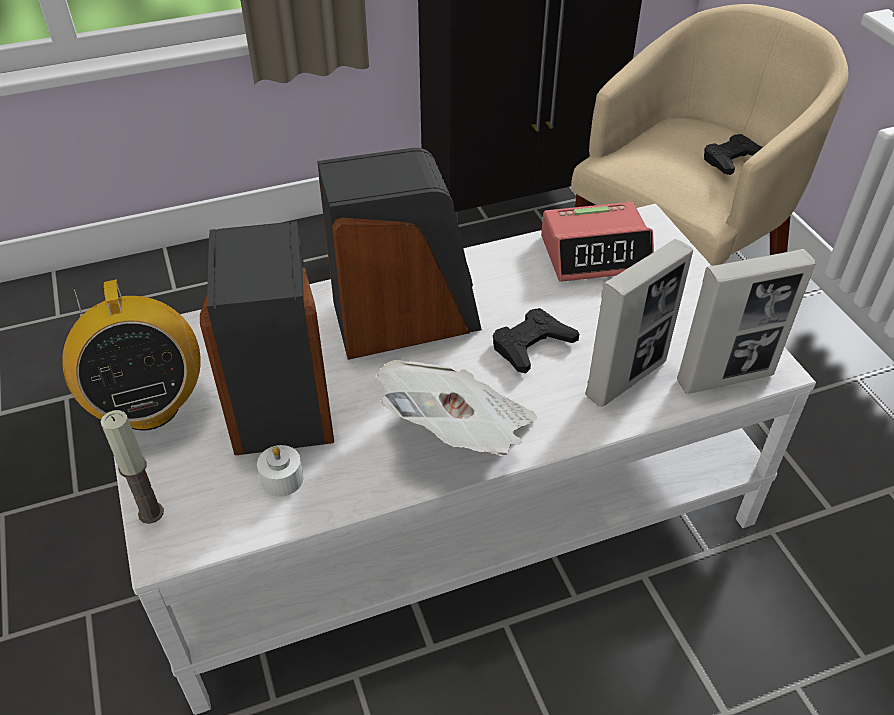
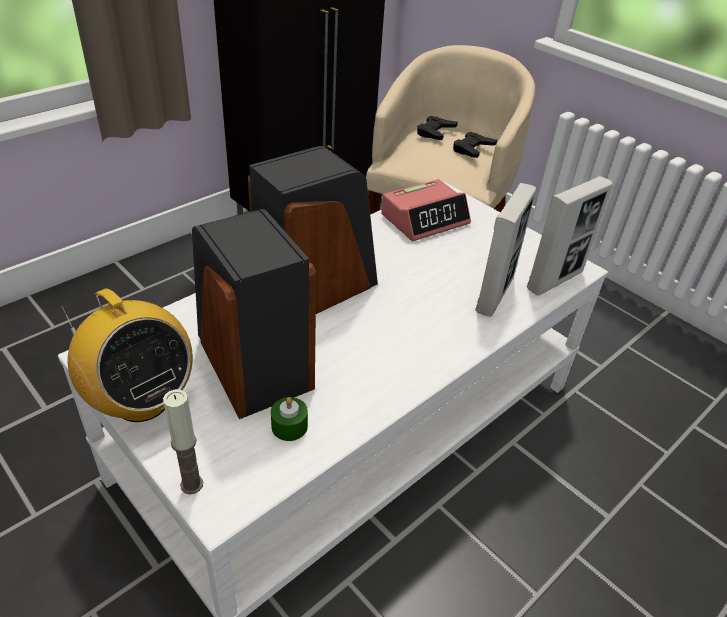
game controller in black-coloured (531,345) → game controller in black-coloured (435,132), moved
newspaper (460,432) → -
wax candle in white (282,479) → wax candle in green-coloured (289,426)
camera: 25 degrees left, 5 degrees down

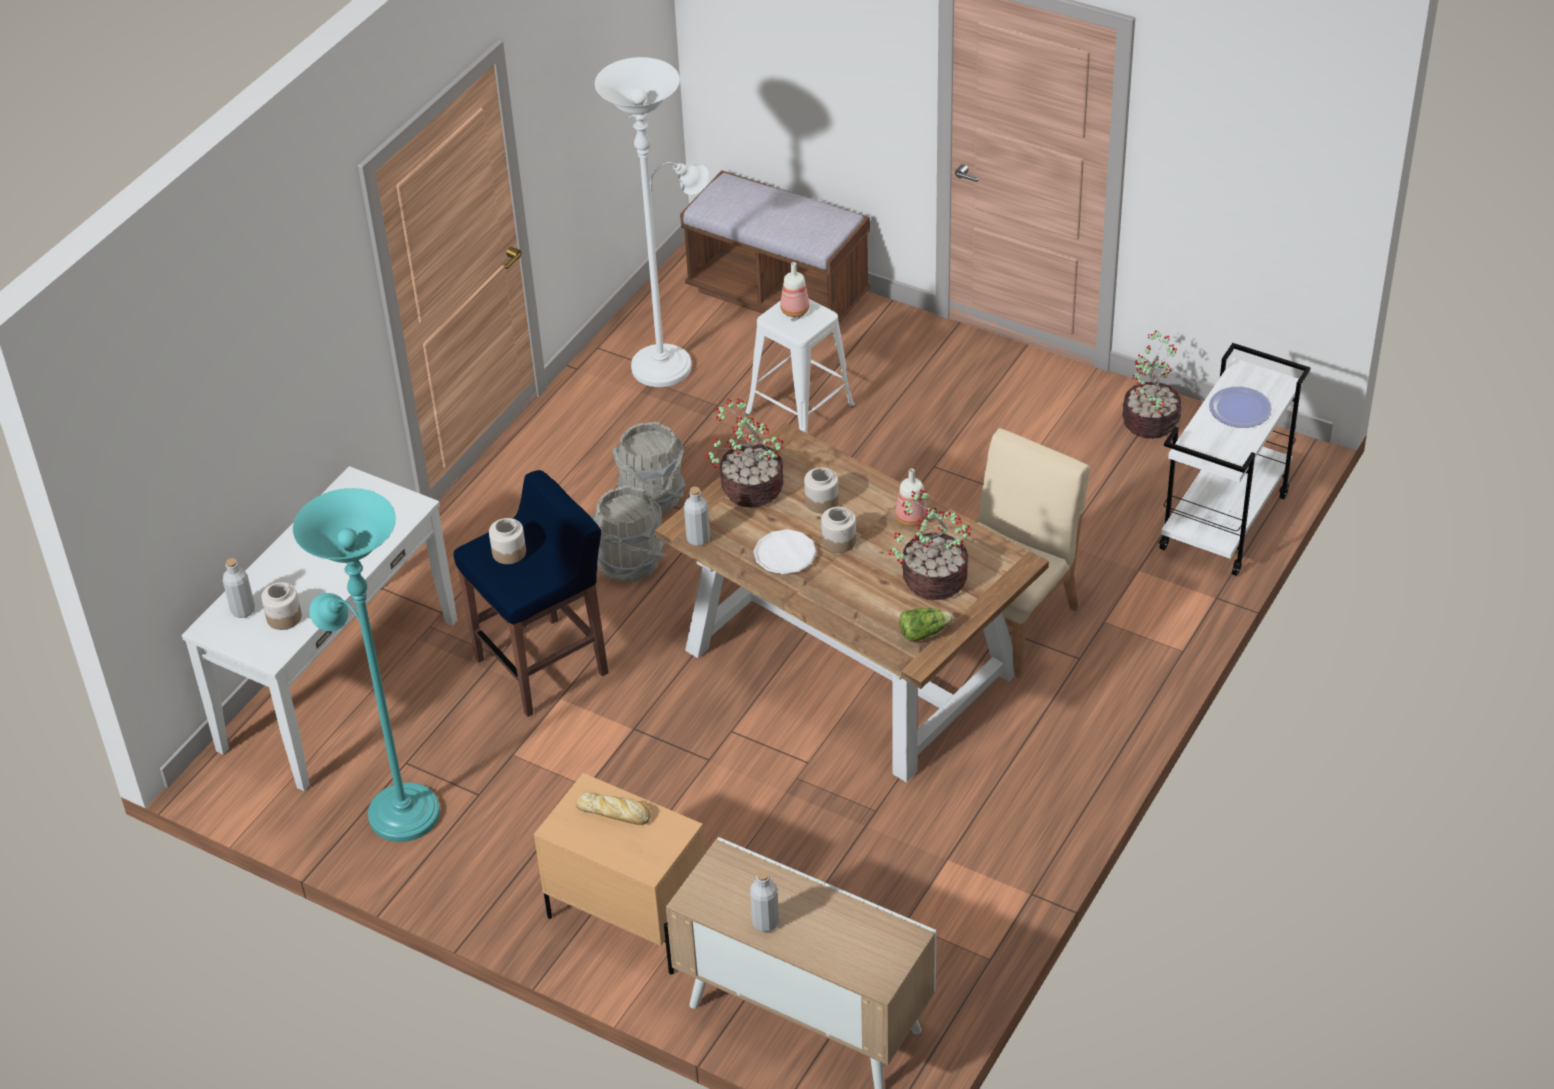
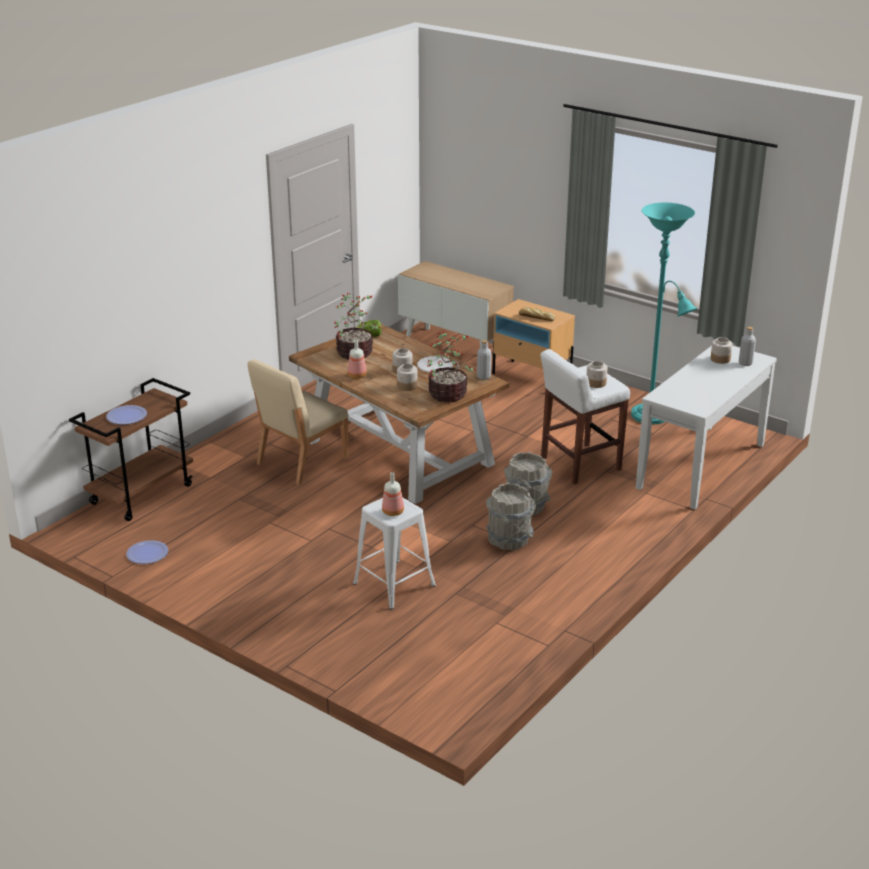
floor lamp in white (667,363) → -
bench in brown-coloured (778,294) → -
plant in a pot (1150,421) → flat dish (147,553)
cart in white (1224,524) → cart in brown-coloured (142,494)
stool seat in blue (544,666) → stool seat in white (579,464)
drink bottle in greyish (765,922) → -
camera: 175 degrees left, 15 degrees down

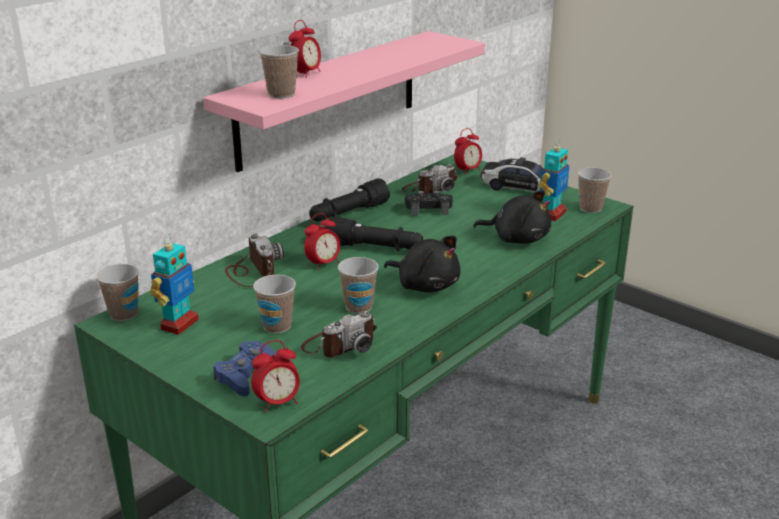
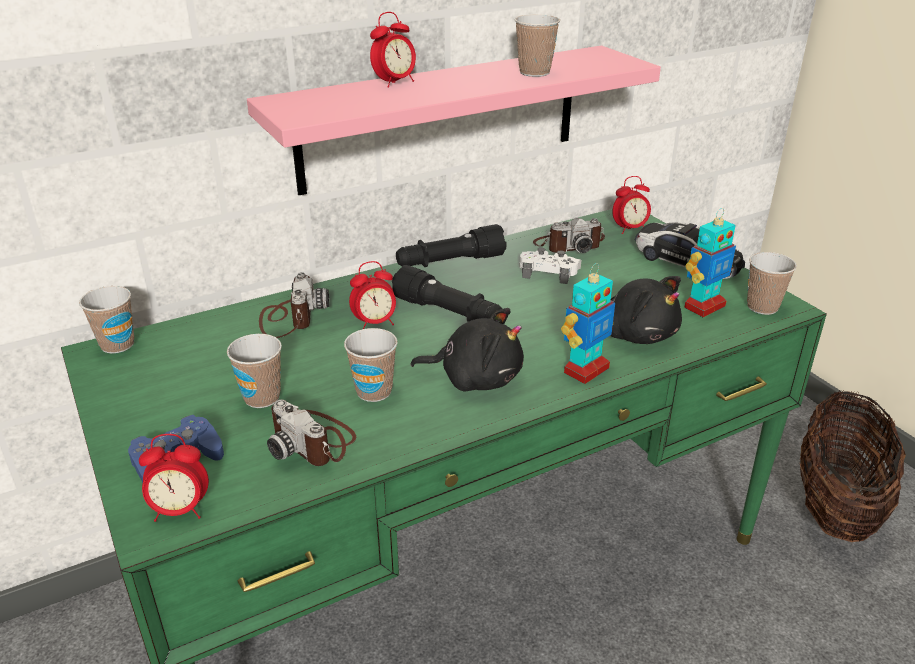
drinking cup (281,94) → drinking cup (534,72), moved
game controller in black-coloured (428,209) → game controller in white (549,272)
toy robot (179,324) → toy robot (585,370), moved
soft toy in black-coloured (425,285) → soft toy in black-coloured (475,378), 45 degrees counterclockwise
still camera (339,344) → still camera (313,441), 60 degrees clockwise
- → household basket (835,505)
camera: 20 degrees right, 5 degrees up

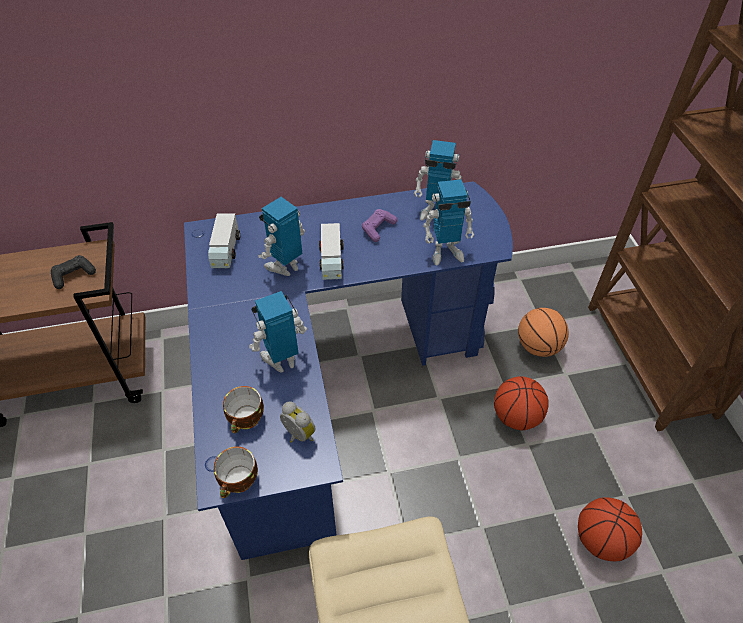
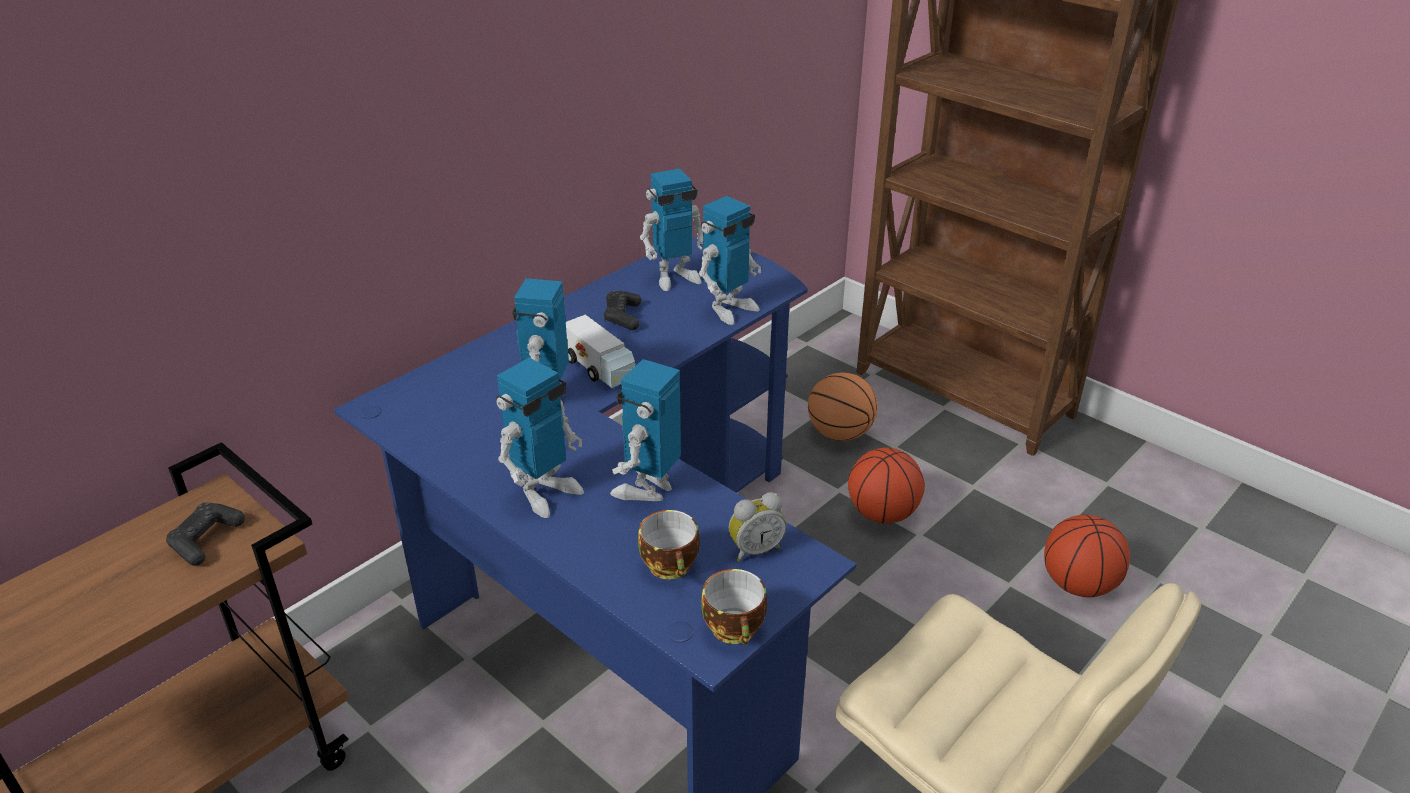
game controller in purple-coloured (378,229) → game controller in black-coloured (623,317)
model truck (225,250) → -
bedside clock (297,435) → bedside clock (755,549), 150 degrees clockwise
- → toy robot (545,492)
camera: 35 degrees left, 15 degrees down

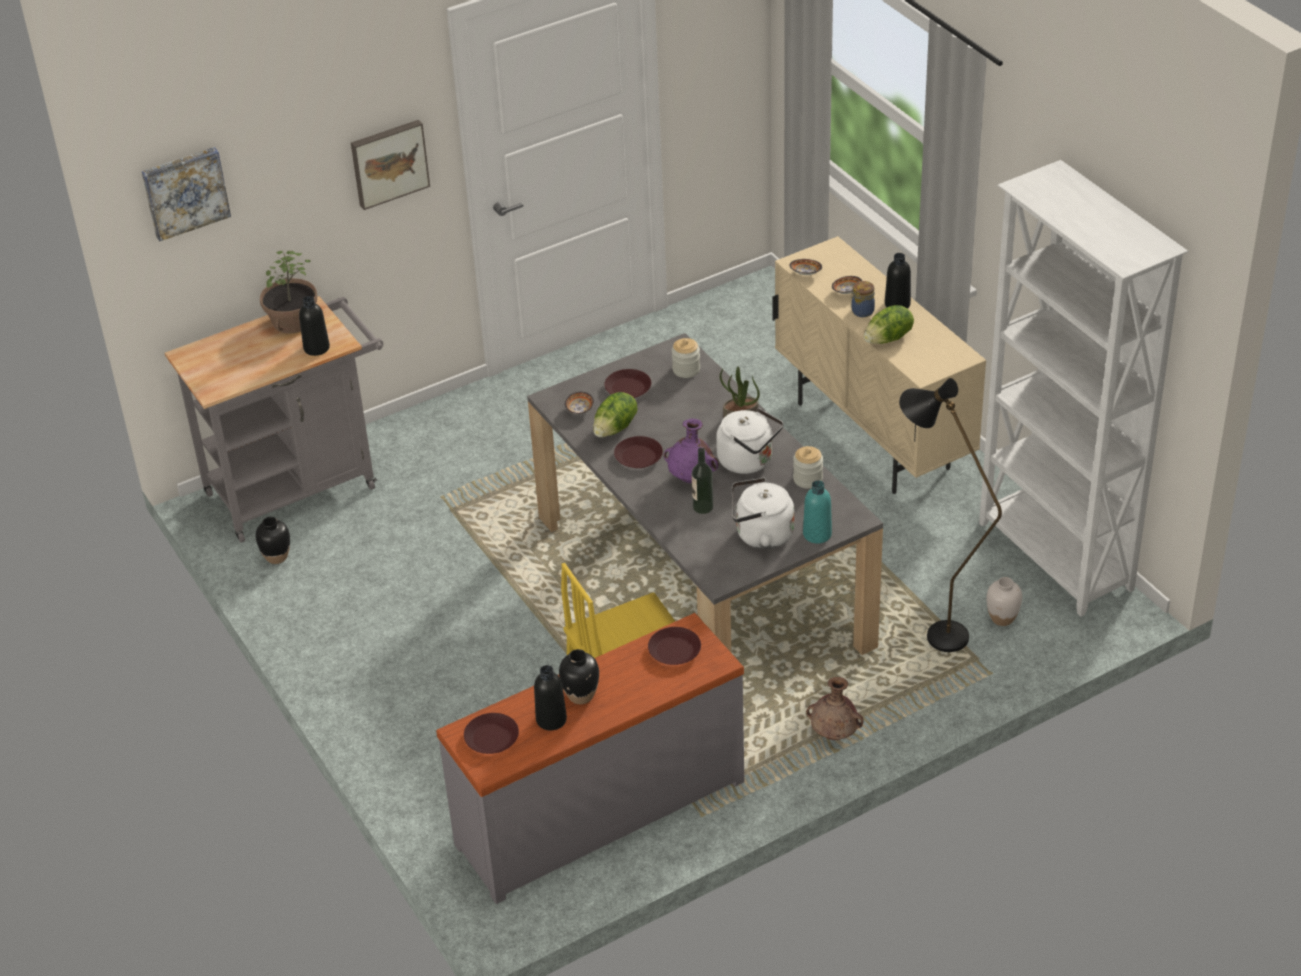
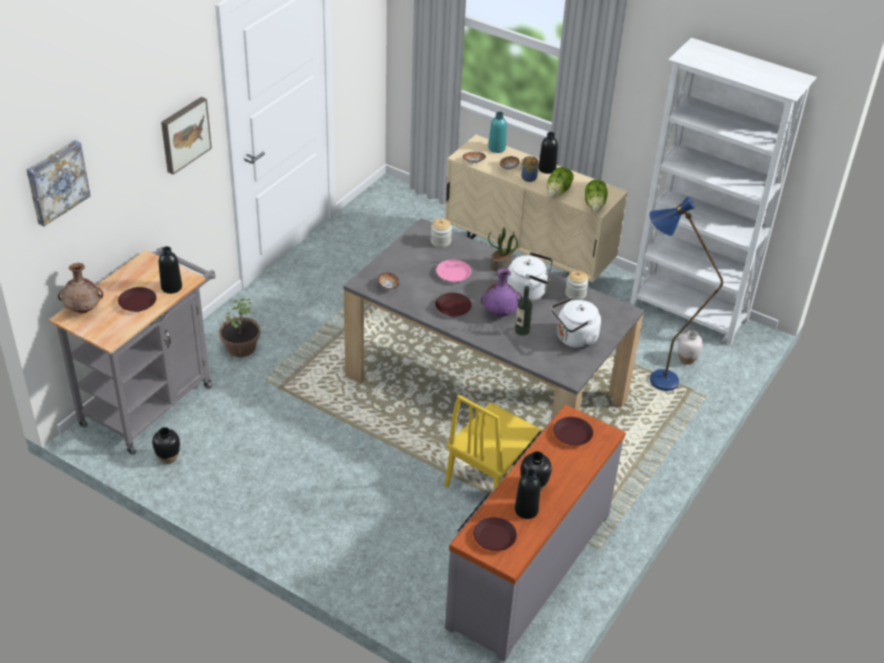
plant in a pot (292,321) → plant in a pot (240,347), moved
flat dish in brown-coloured (628,388) → flat dish in brown-coloured (137,302), moved
floor lamp in black-coloured (933,632) → floor lamp in blue (653,380)
head of lettuce (616,428) → head of lettuce (595,205), moved
drink bottle in turquoise-coloured (817,534) → drink bottle in turquoise-coloured (496,148), moved
decorative vase in brown-coloured (835,734) → decorative vase in brown-coloured (84,310), moved
- → flat dish in pink-coloured (453,274)
camera: 30 degrees left, 0 degrees up

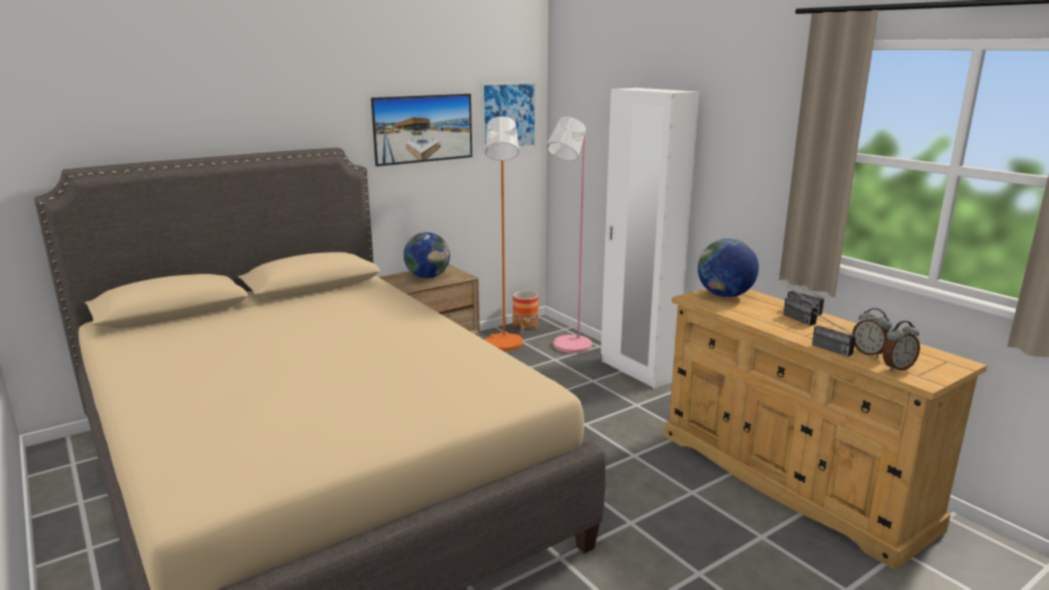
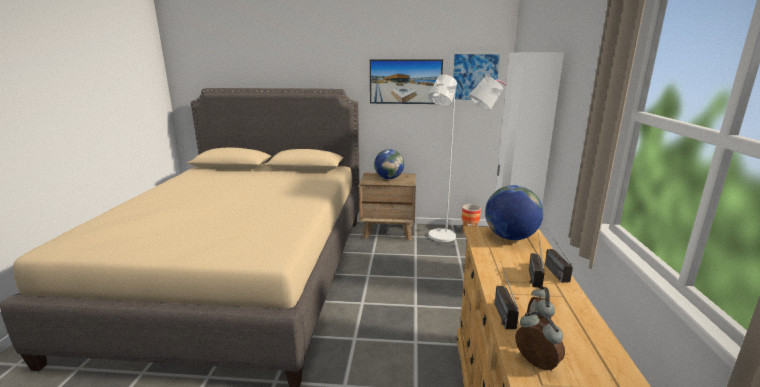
floor lamp in orangey (504,346) → floor lamp in white (439,238)
bedside clock (896,367) → bedside clock (535,364), 150 degrees counterclockwise
camera: 40 degrees right, 0 degrees up

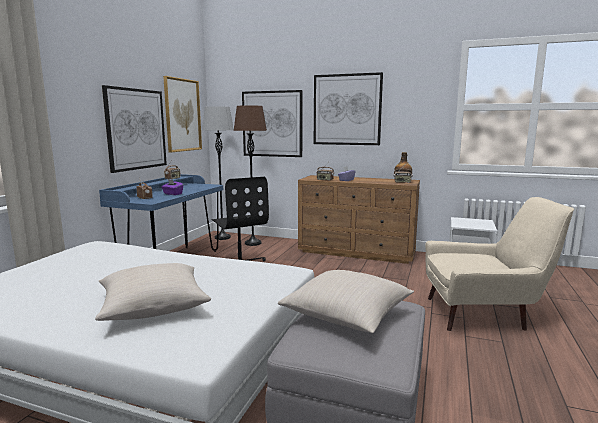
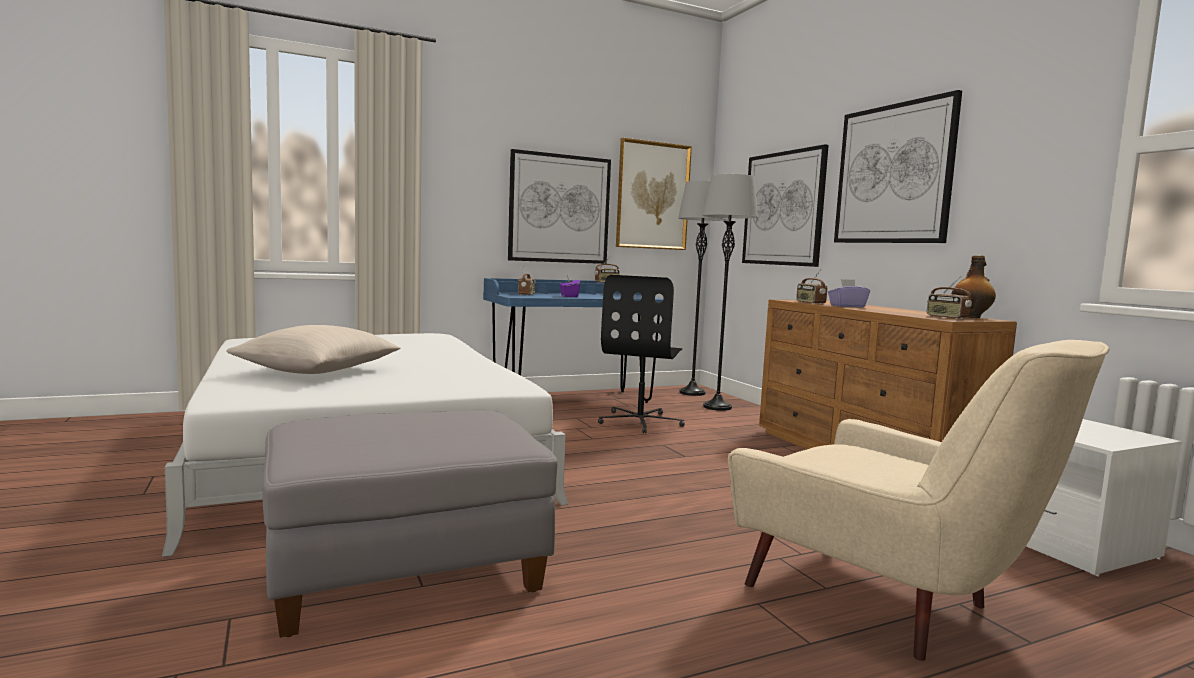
floor lamp in brown-coloured (253,243) → floor lamp in greyish (717,407)
pillow in beige (347,315) → -
camera: 45 degrees right, 5 degrees down

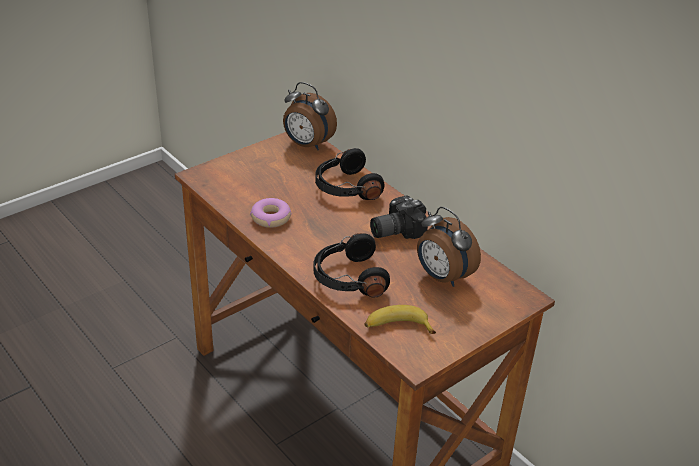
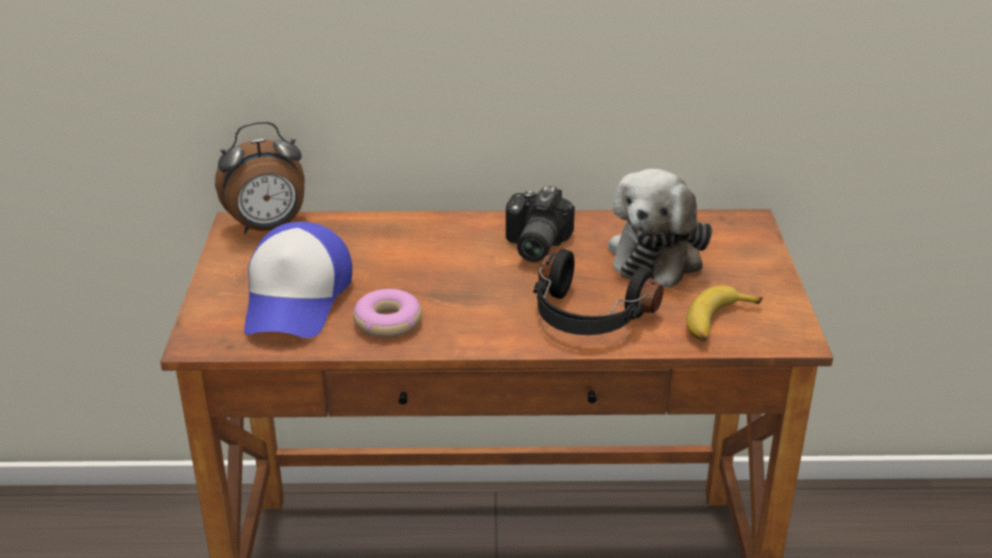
headphones in black-coloured (345,188) → -
bedside clock (442,277) → soft toy (658,254)
- → cap (297,299)
camera: 50 degrees left, 5 degrees down

